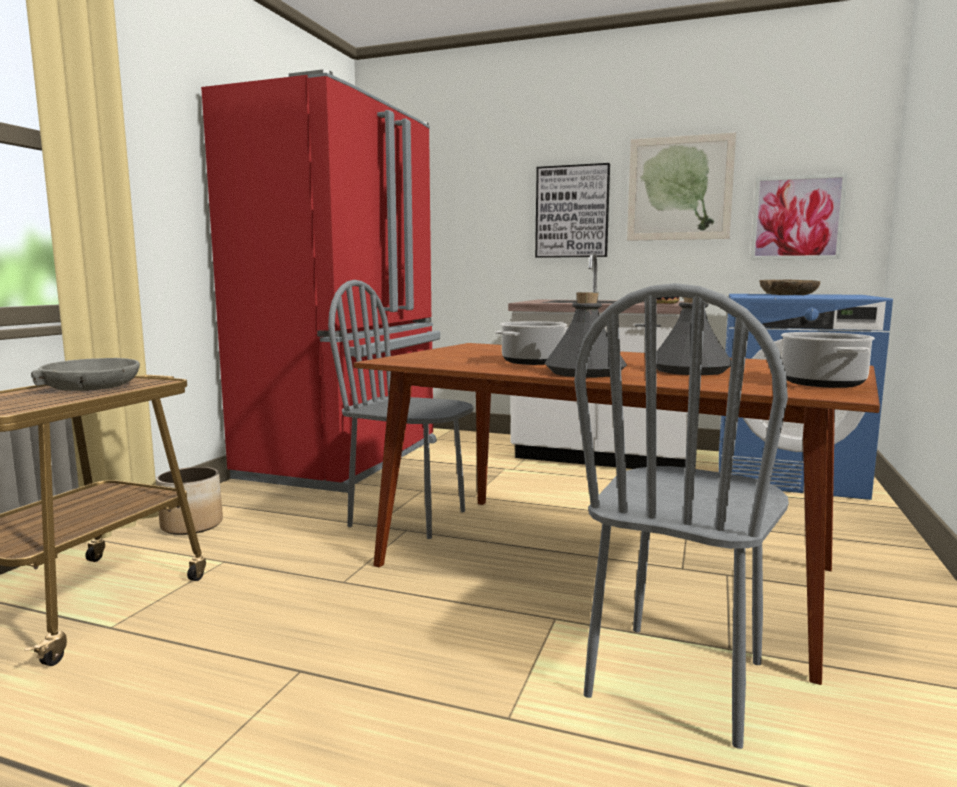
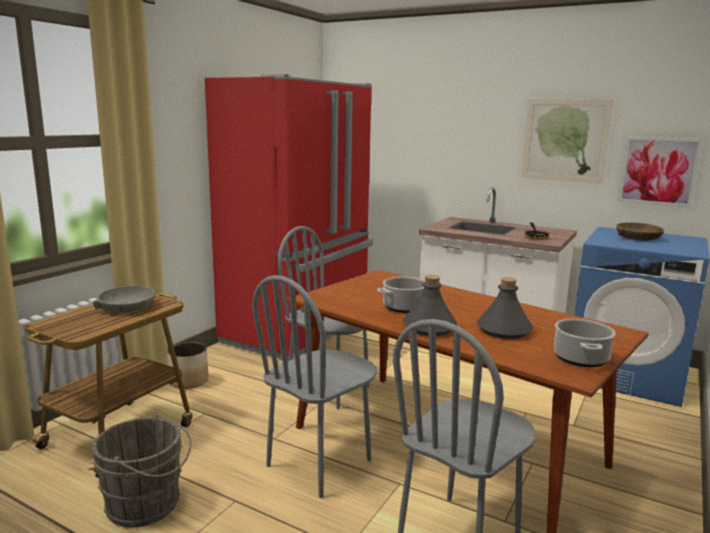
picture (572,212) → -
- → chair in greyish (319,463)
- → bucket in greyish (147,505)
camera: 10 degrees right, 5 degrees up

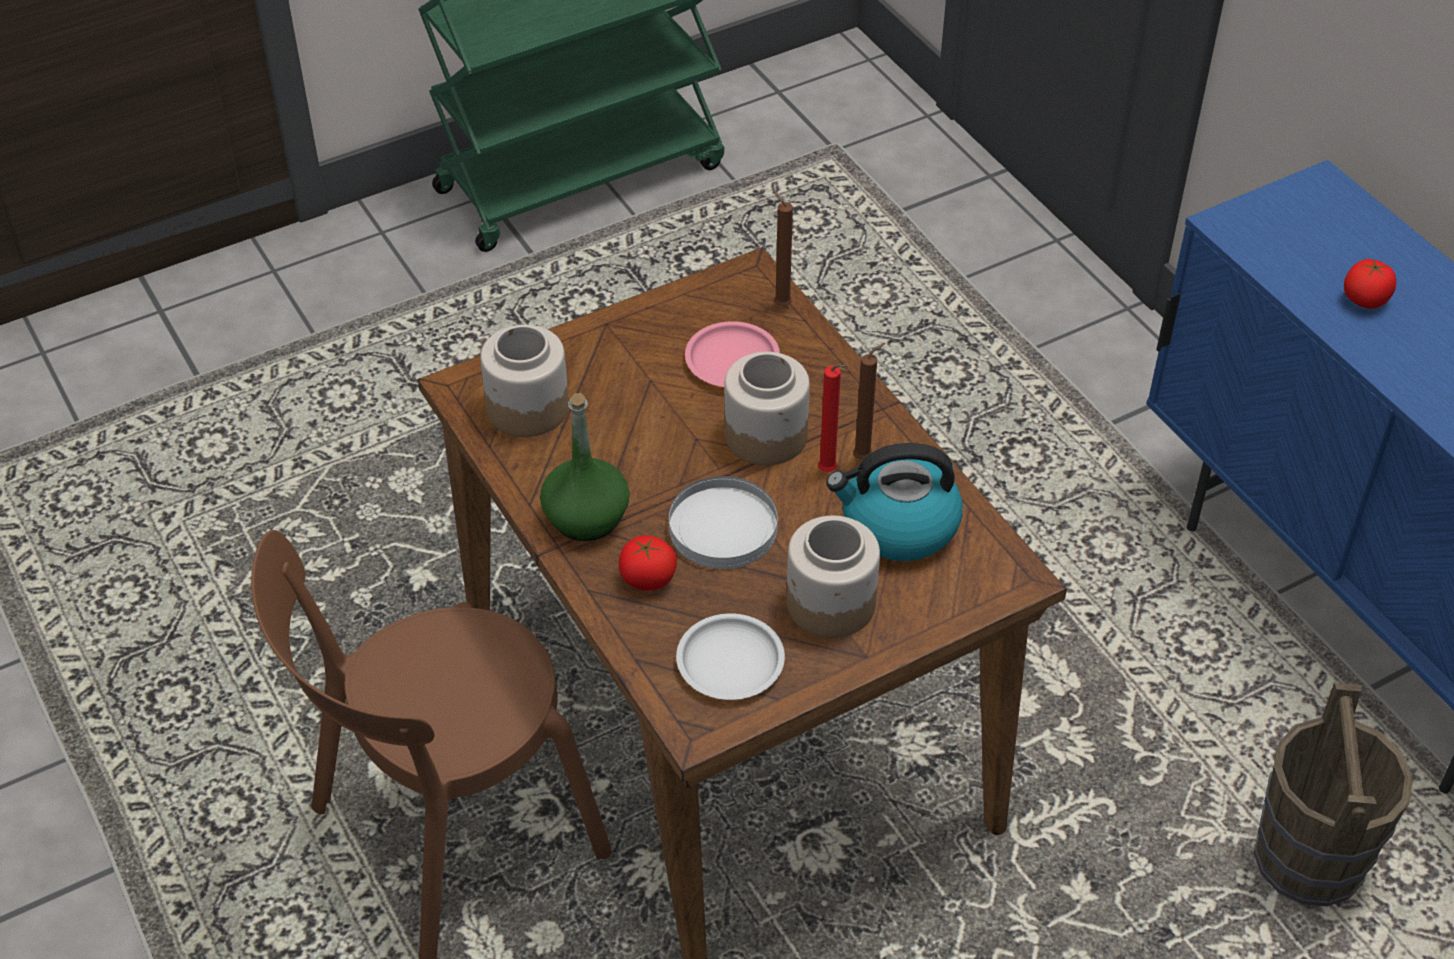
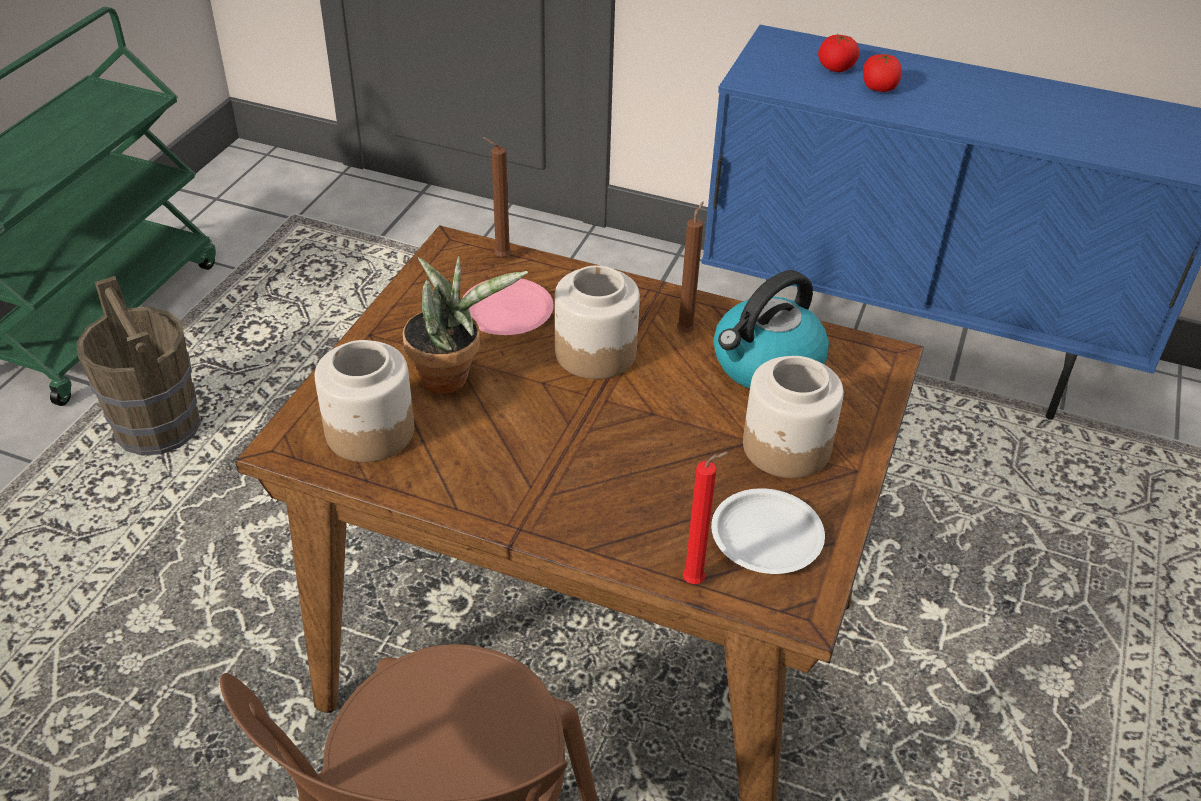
wax candle in red (829,472) → wax candle in red (697,581), moved
drink bottle in green-coloured (586,517) → -
flat dish in white (722,527) → -
fresh tomato (648,578) → fresh tomato (836,68), moved
bucket in brown-coloured (1309,858) → bucket in brown-coloured (158,427), moved
- → plant in a pot (452,376)
camera: 40 degrees left, 5 degrees down

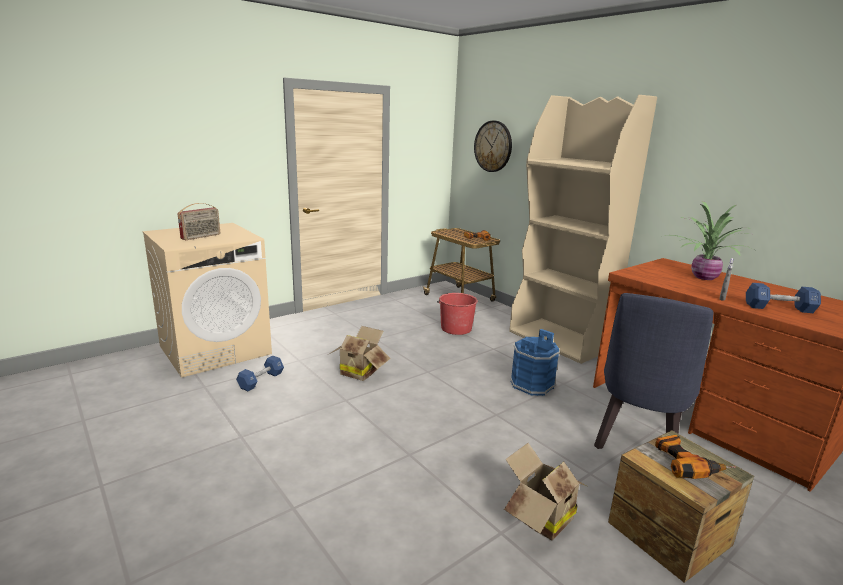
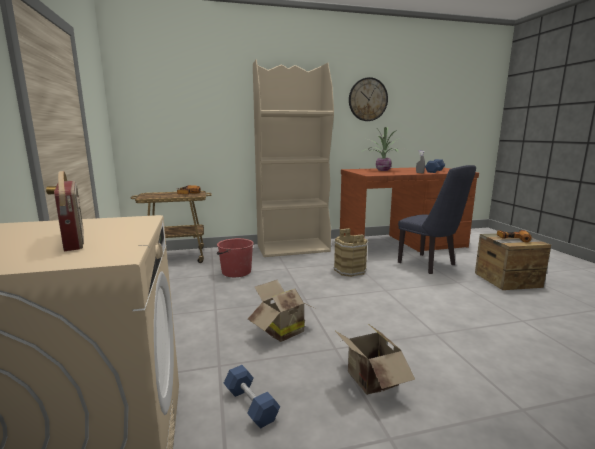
clock on the wall (493,146) → clock on the wall (368,99), moved
bucket in blue (532,385) → bucket in brown-coloured (350,270)
packing box (539,517) → packing box (369,381), moved
camera: 65 degrees left, 5 degrees down

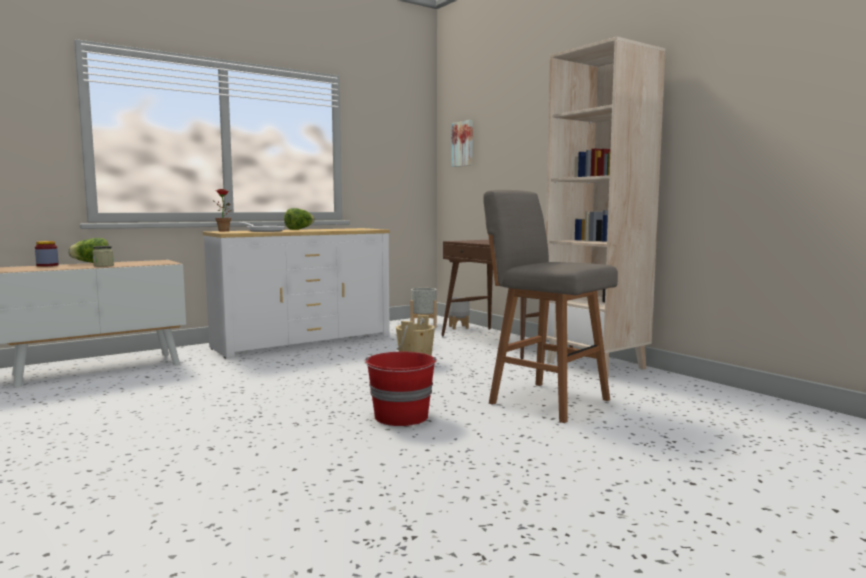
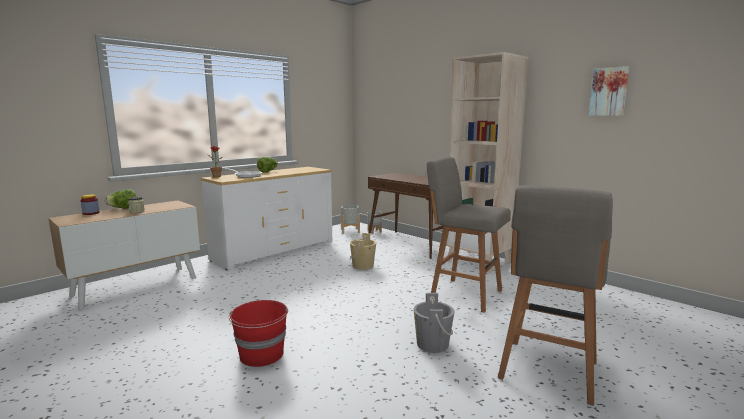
picture (463,144) → picture (609,92), moved
bucket in red (401,417) → bucket in red (262,355), moved
- → stool seat in greyish (547,372)
- → bucket in greyish (432,344)
camera: 10 degrees left, 5 degrees up

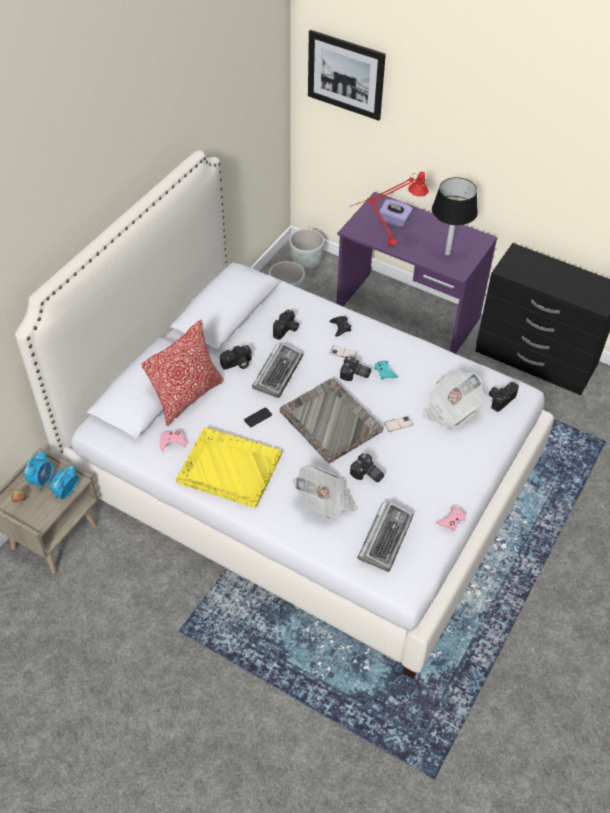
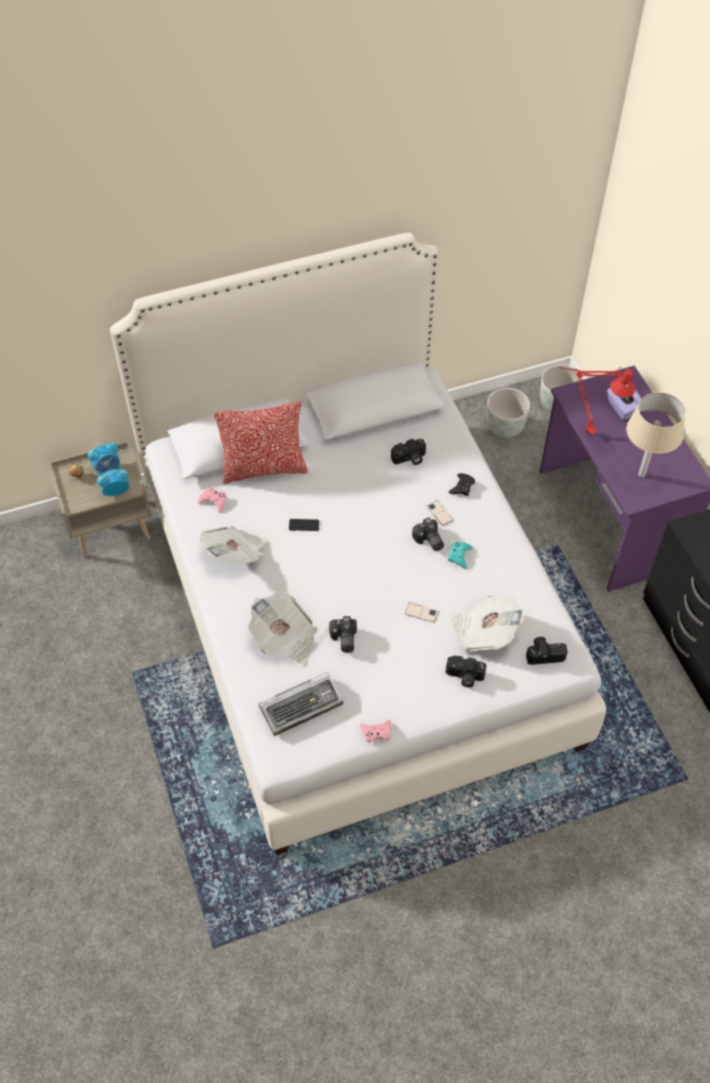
picture (345,75) → -
tabletop lamp in black-coloured (447,253) → tabletop lamp in beige (641,474)
keyboard (278,373) → -
still camera (237,364) → still camera (464,676), moved
serving tray in greyish (330,421) → -
serving tray in yellowish (228,468) → newspaper (236,554)
camera: 40 degrees right, 5 degrees up

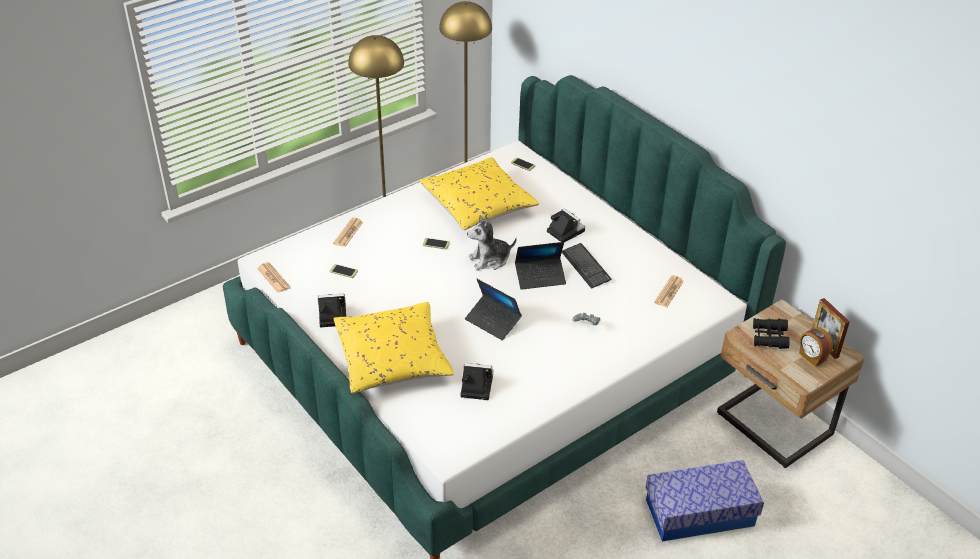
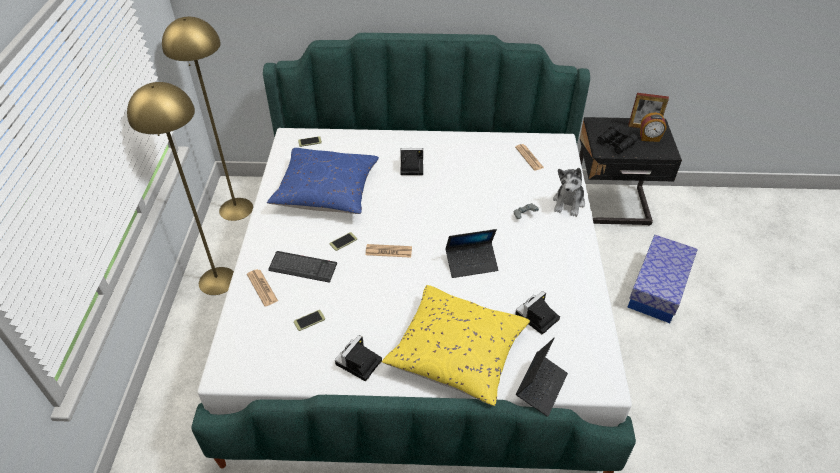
pillow in yellowish (478,205) → pillow in blue (326,191)
soft toy (490,260) → soft toy (568,203), moved
notebook computer (540,277) → notebook computer (541,387), moved
keyboard (585,267) → keyboard (303,268), moved
newspaper (273,278) → newspaper (388,251), moved
night table in beige (772,426) → night table in black-coloured (611,208)
camera: 50 degrees left, 5 degrees up

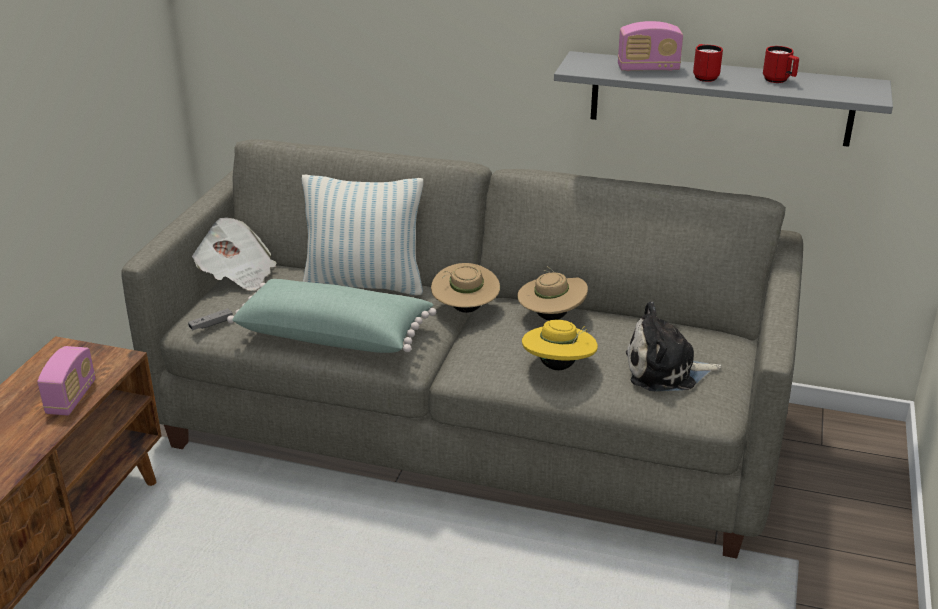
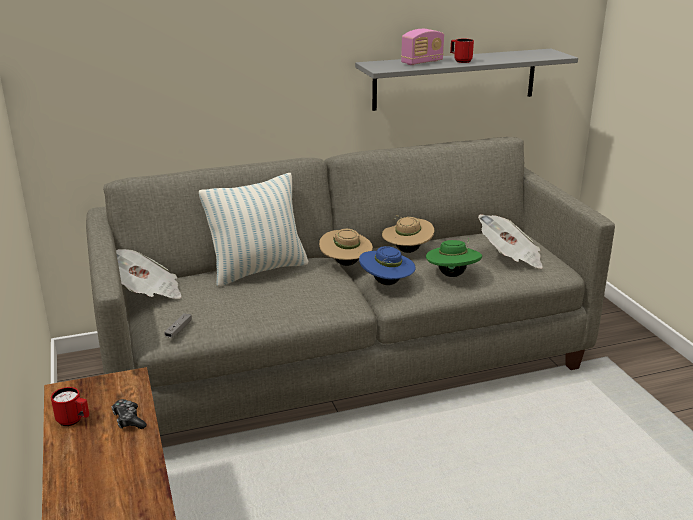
mug in red (779,81) → mug in red (74,421), moved
pillow in green-coloured (334,334) → -
soft toy (665,371) → newspaper (510,258)
wearable hat in yellowish (558,366) → wearable hat in green-coloured (452,275)
radio (71,398) → game controller (129,420)
- → wearable hat in blue (387,283)
camera: 35 degrees left, 5 degrees down

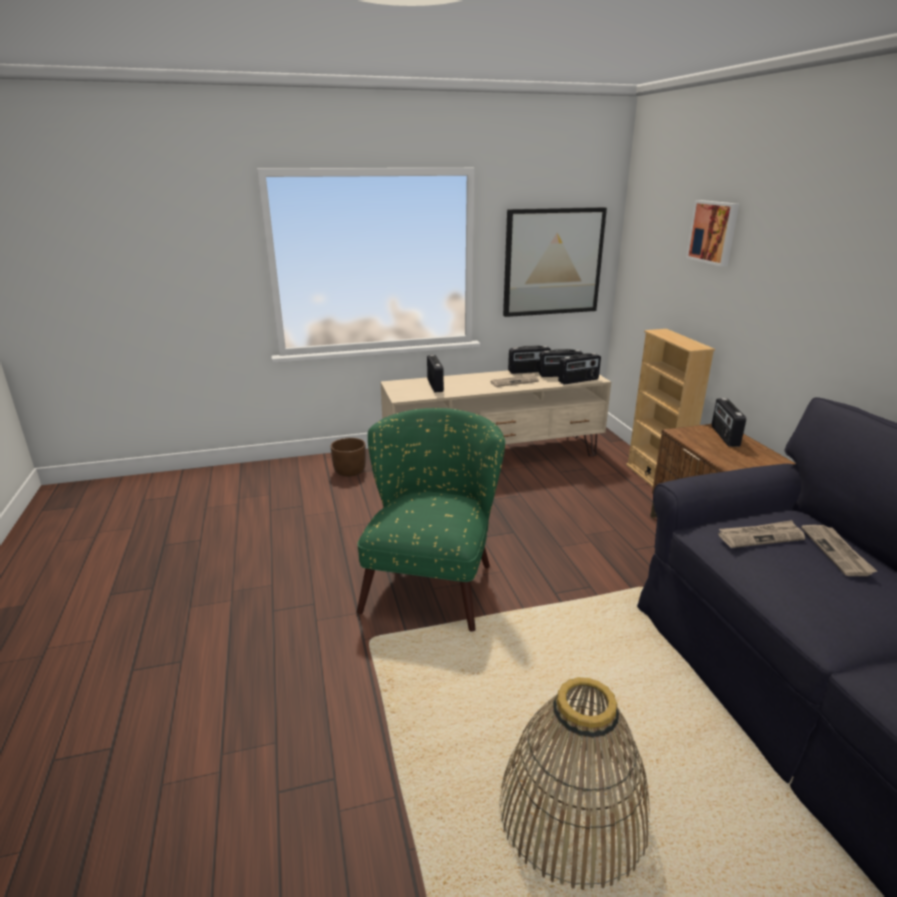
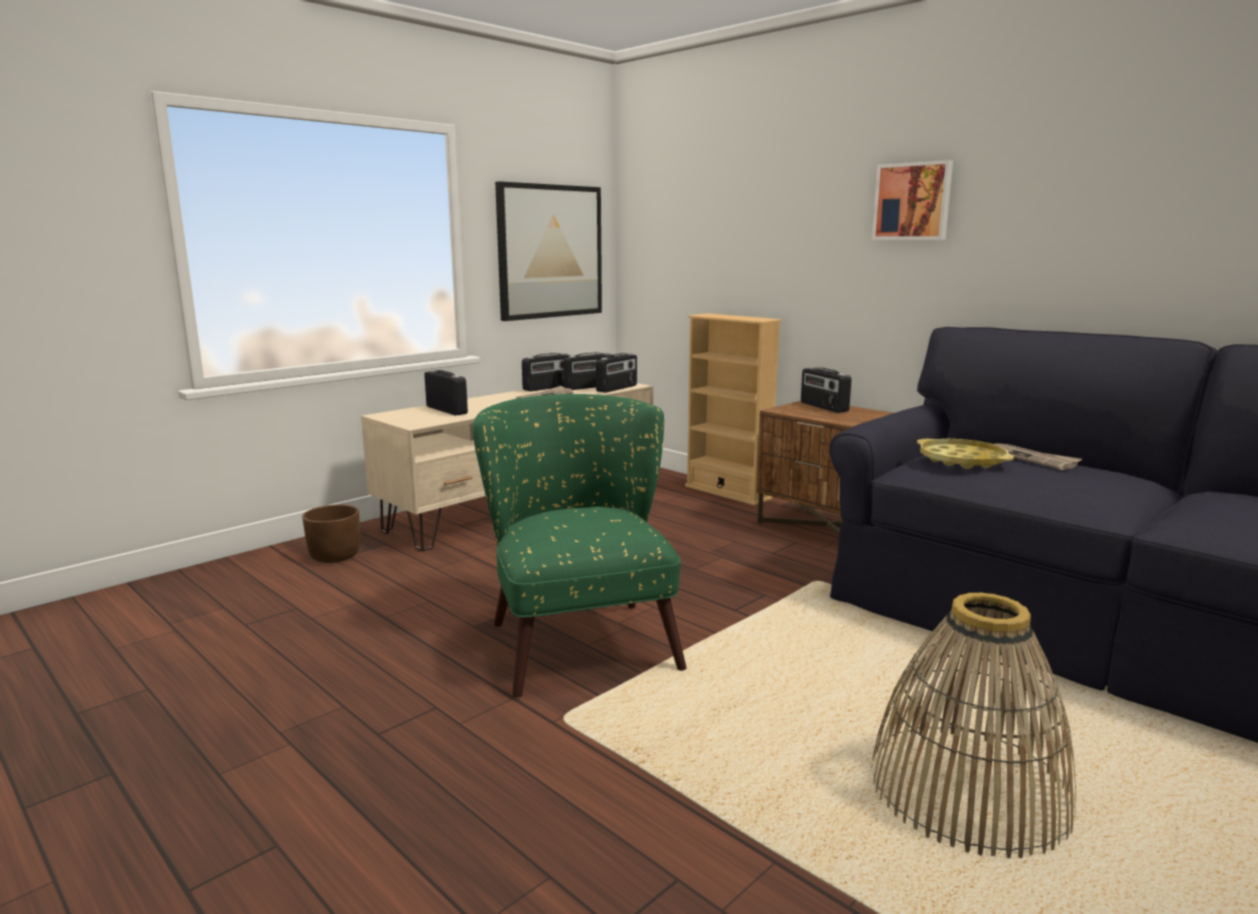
picture (714,232) → picture (913,201), moved
newspaper (760,536) → serving tray in yellowish (962,460)
camera: 30 degrees left, 10 degrees down

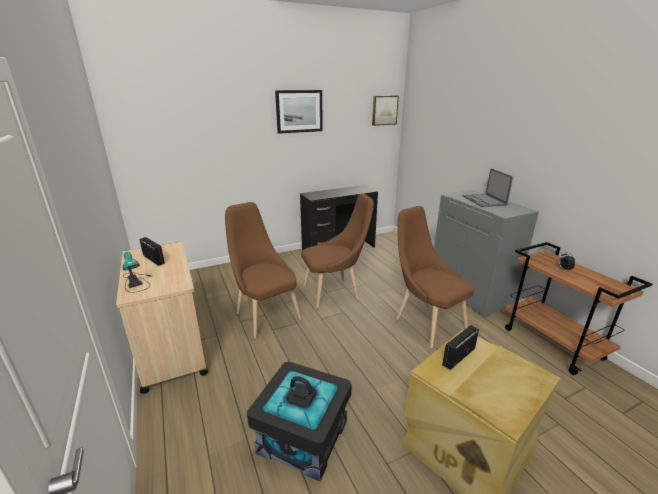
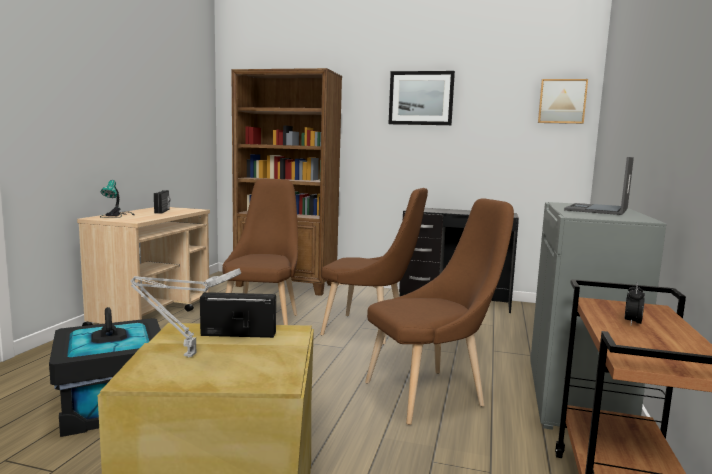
chair in brown-coloured (426,322) → chair in brown-coloured (431,394), 60 degrees clockwise
- → shelving unit in brown-coloured (286,285)
- → tabletop lamp in greyish (186,355)
camera: 40 degrees right, 15 degrees down

